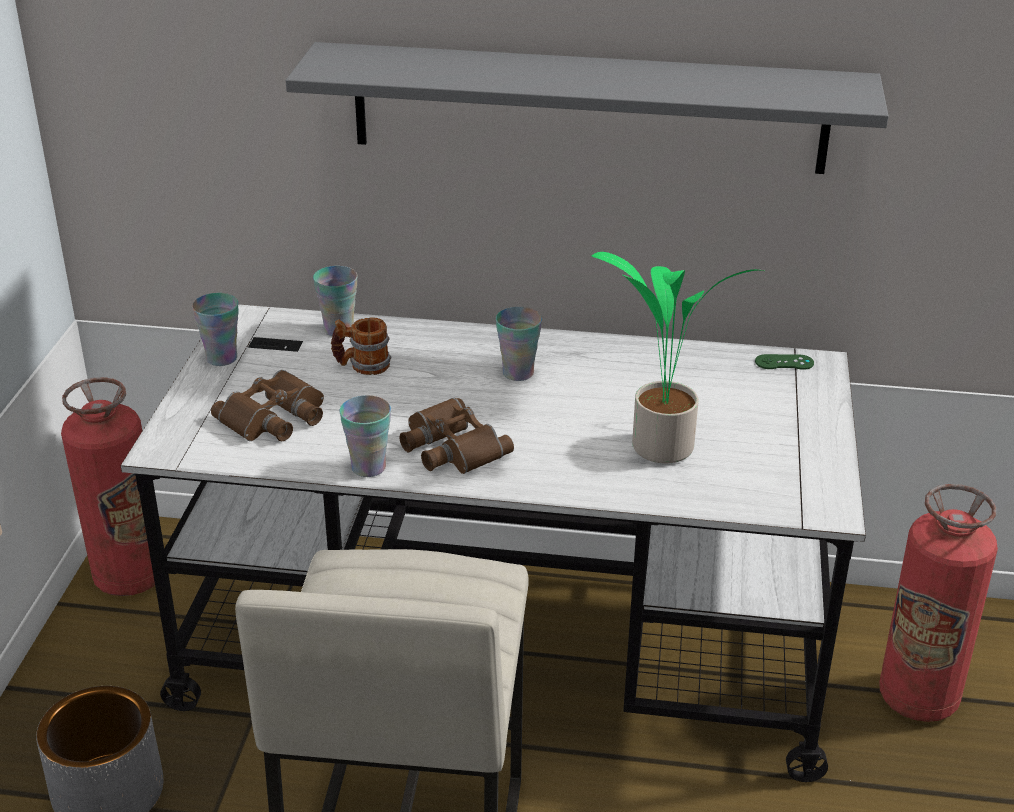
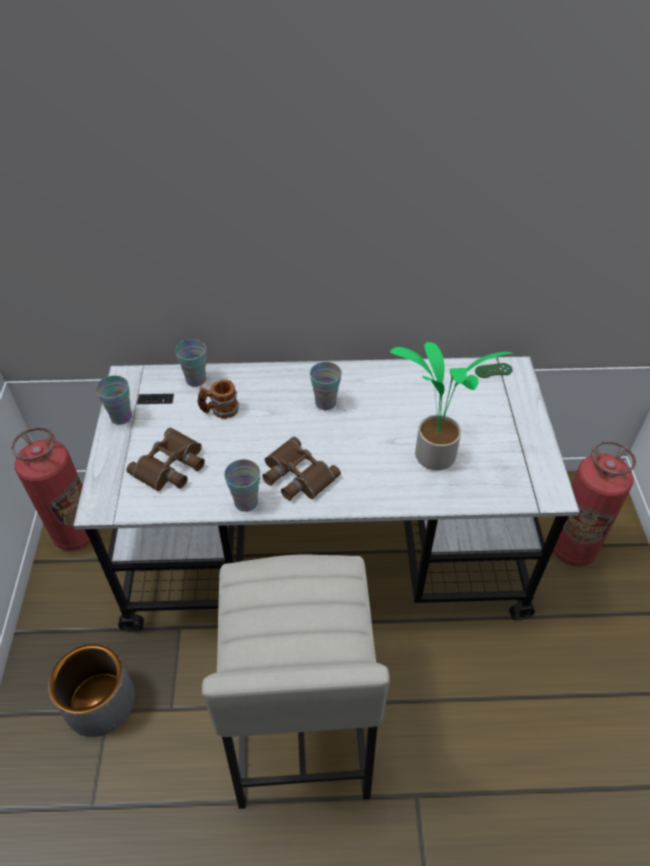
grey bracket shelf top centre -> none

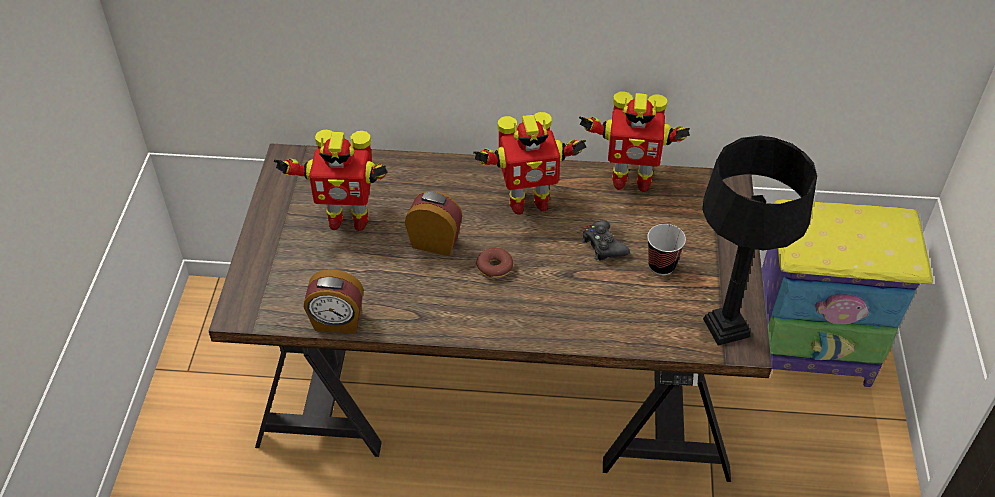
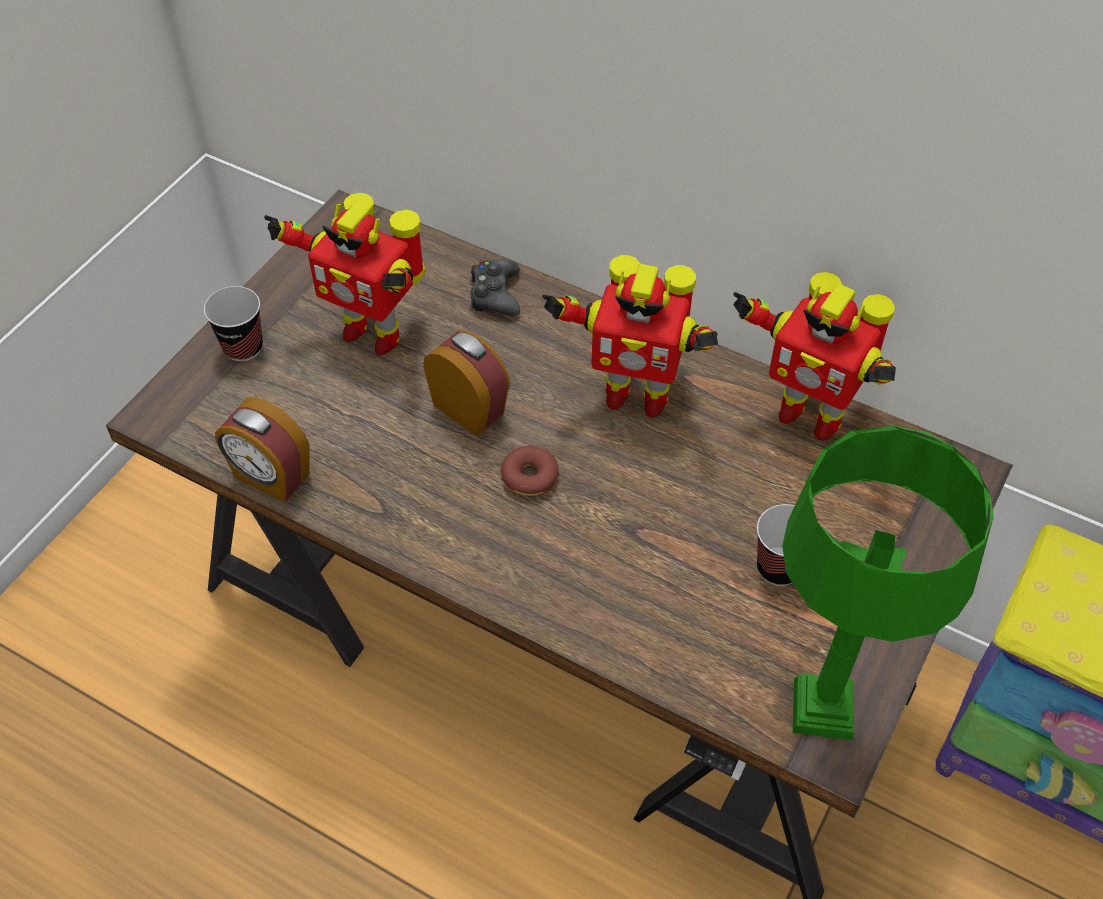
blackish lamp for a table middle right -> green lamp for a table middle right
blackish joypad centre -> blackish joypad top centre, shifted
none -> cup (no. 1 from left) middle left

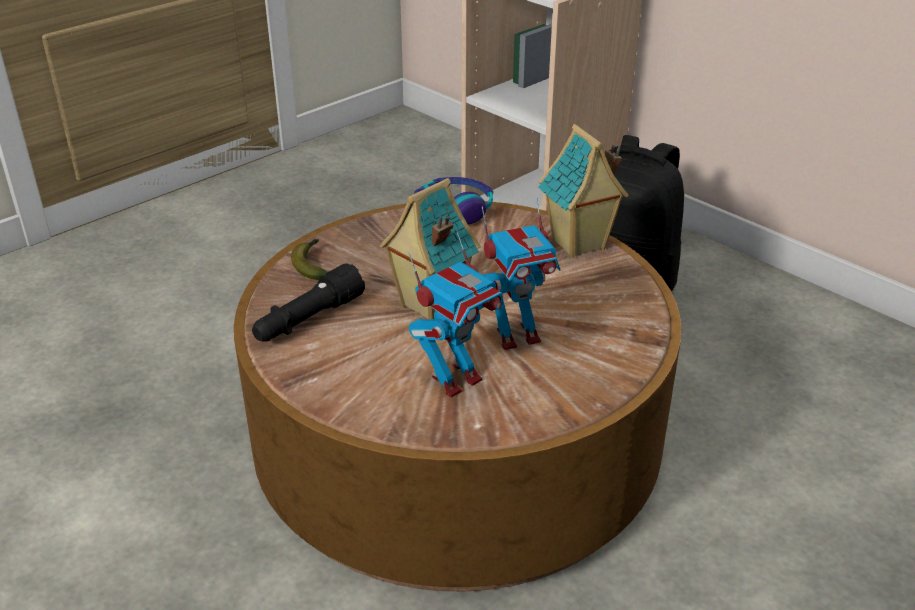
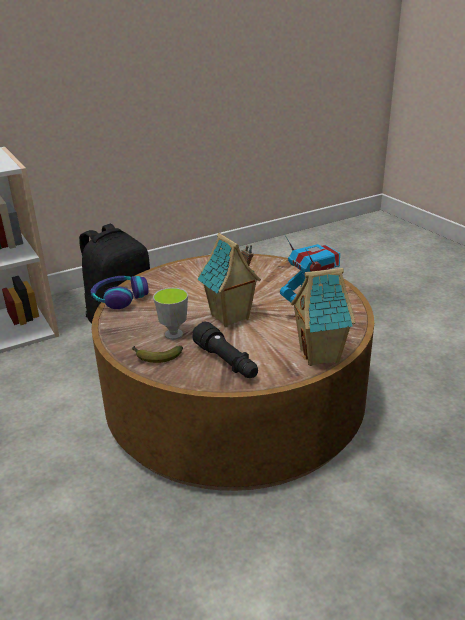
toy house (no. 2 from left) top centre -> toy house (no. 2 from left) middle right, shifted
toy robot (no. 2 from left) centre -> none
none -> cup centre

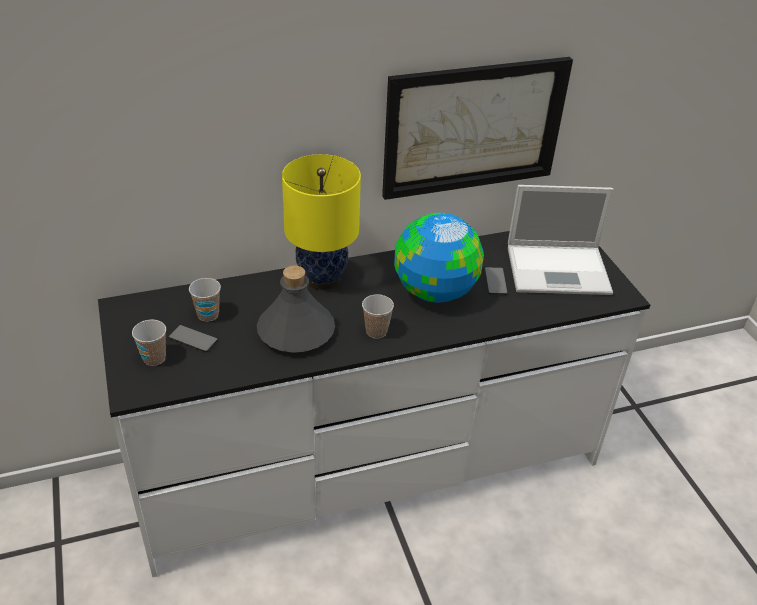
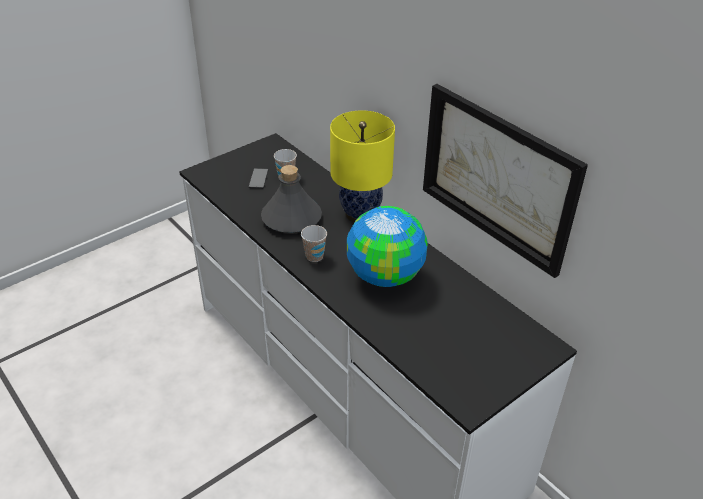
notebook computer middle right -> none
telephone (no. 2 from left) centre -> none
cup (no. 1 from left) middle left -> none

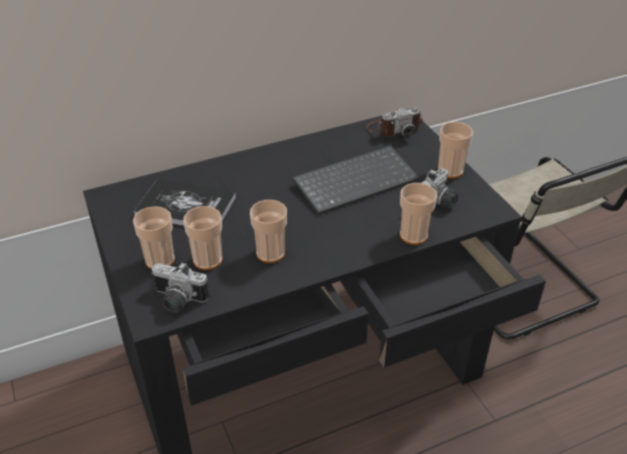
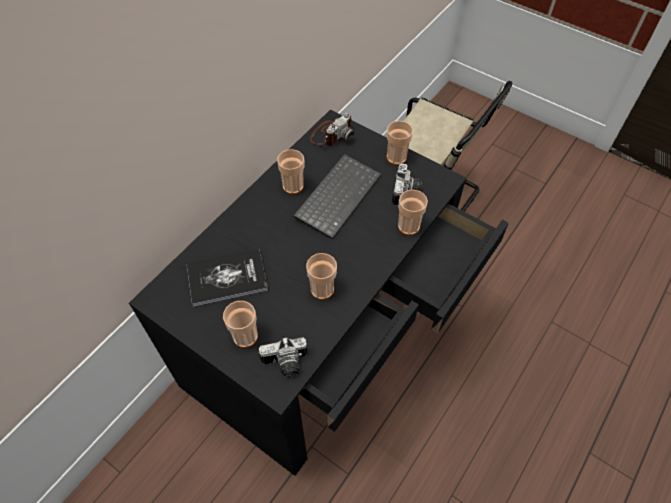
cup (no. 2 from left) middle left -> cup (no. 2 from left) centre, shifted

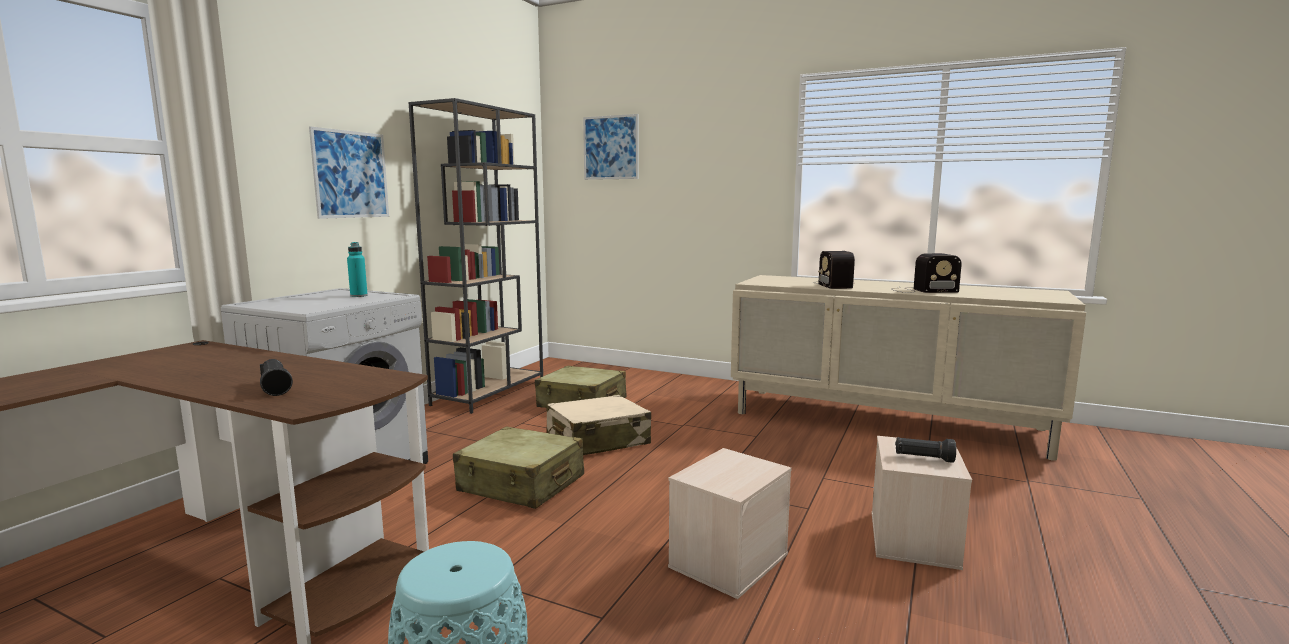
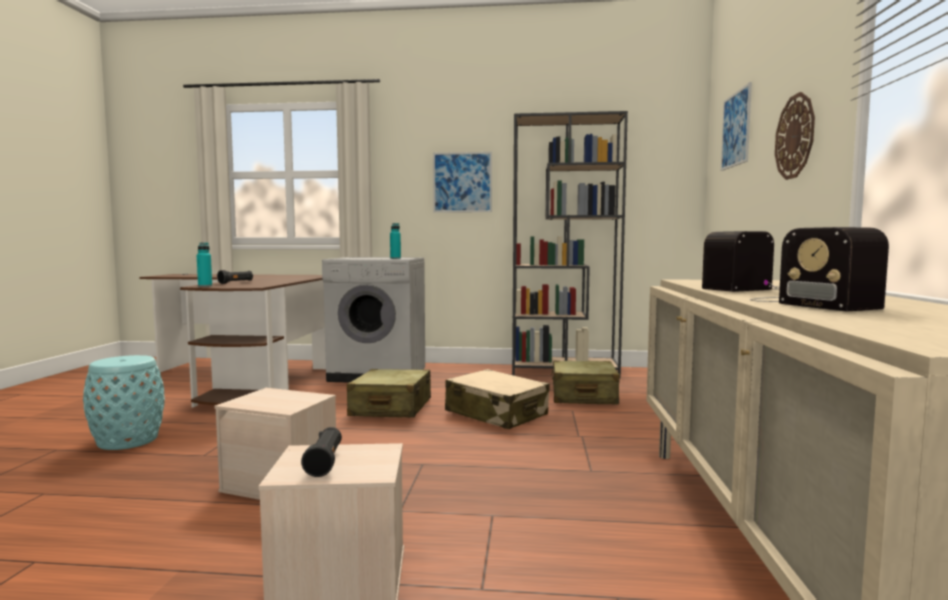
none -> wall clock top right
none -> turquoise drink bottle (no. 1 from left) middle left

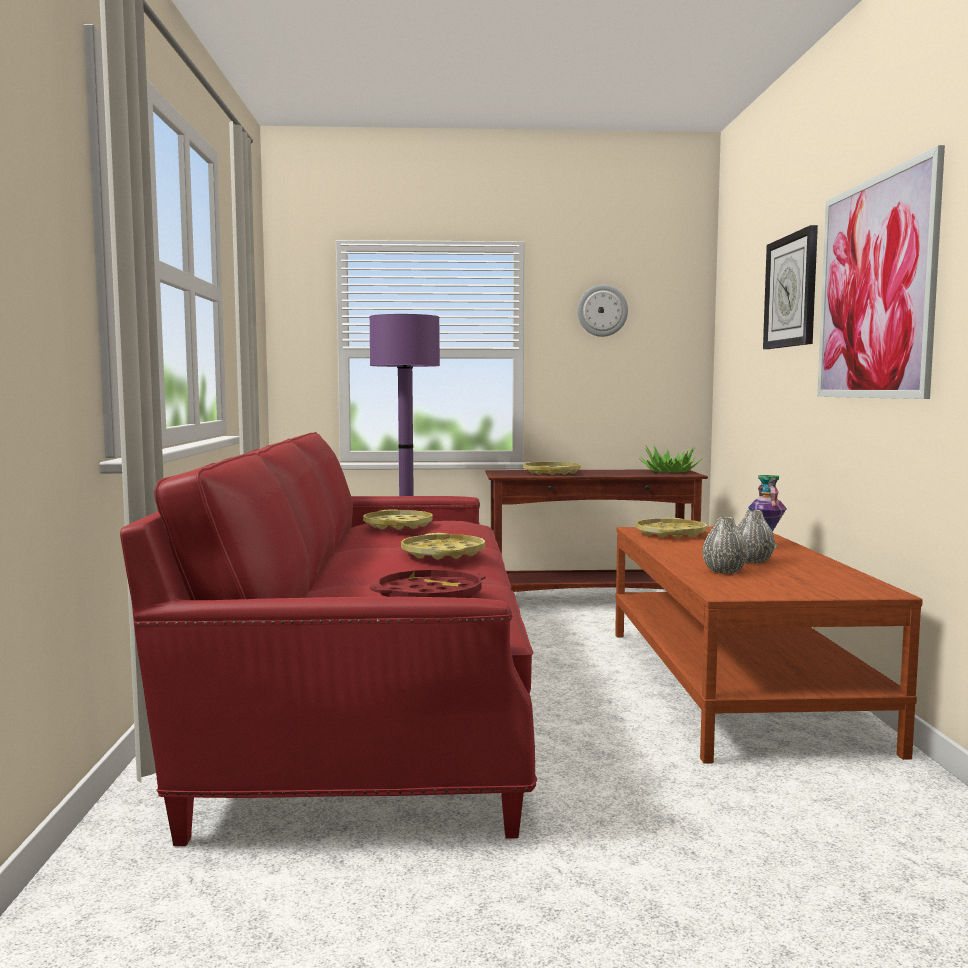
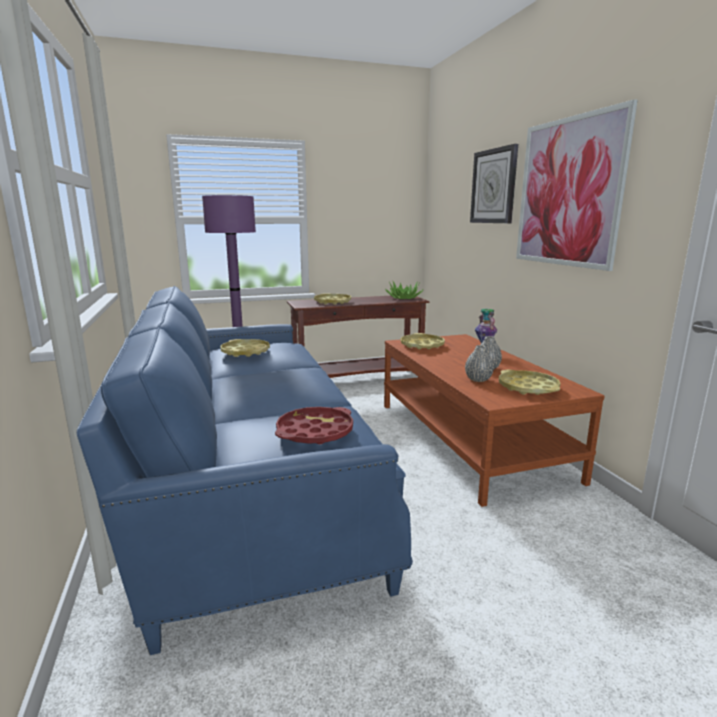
wall clock (no. 1 from left) top centre -> none
reddish settee centre -> blue-coloured settee centre
yellow-coloured tray (no. 2 from left in the first image) centre -> yellow-coloured tray (no. 4 from left) middle right, shifted

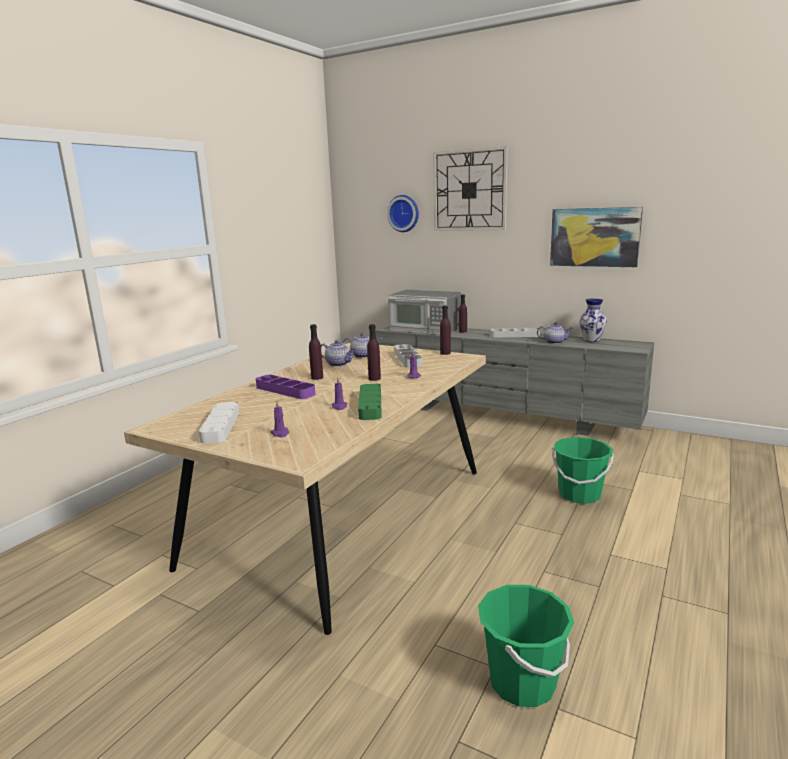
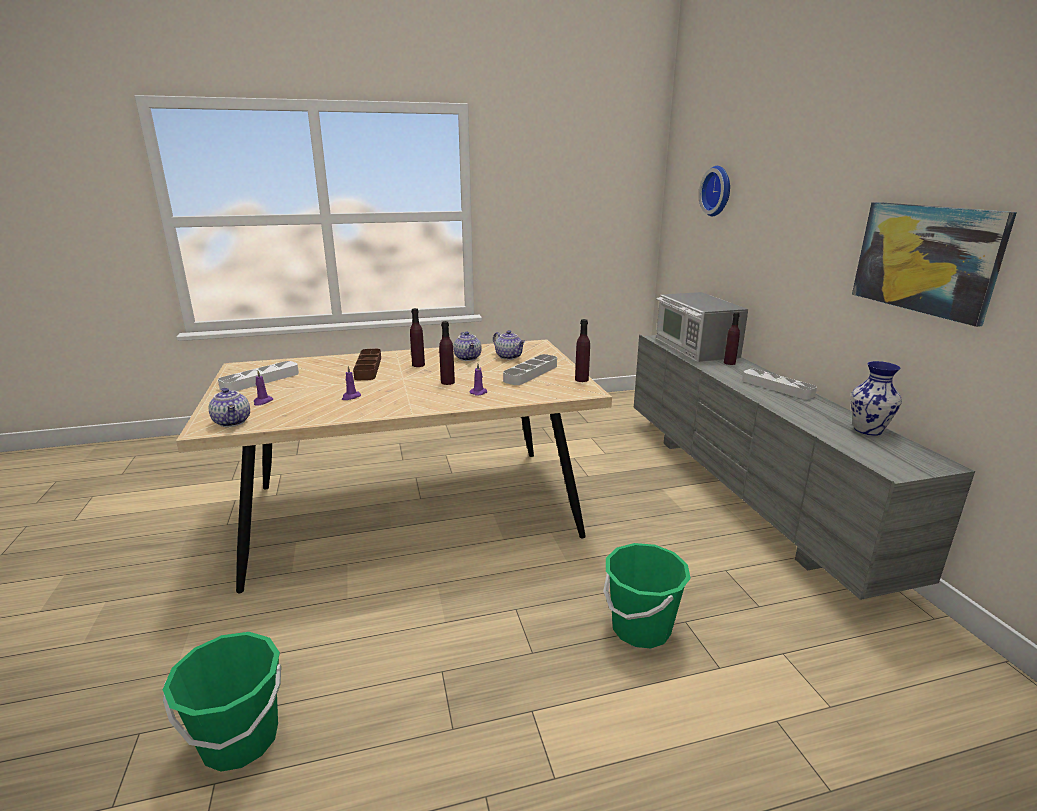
wall clock (no. 2 from left) top centre -> none
tea pot (no. 3 from left in the first image) middle right -> tea pot (no. 1 from left) middle left, shifted
purplish tray centre -> brownish tray centre
green tray centre -> none

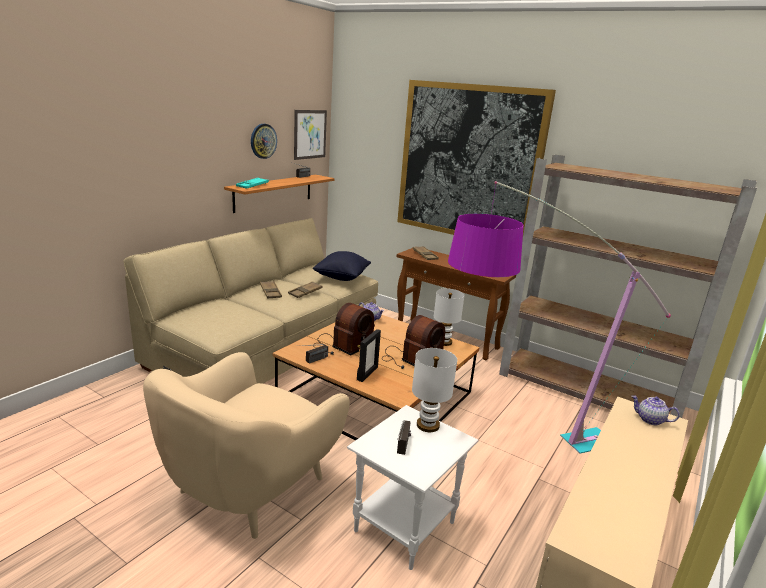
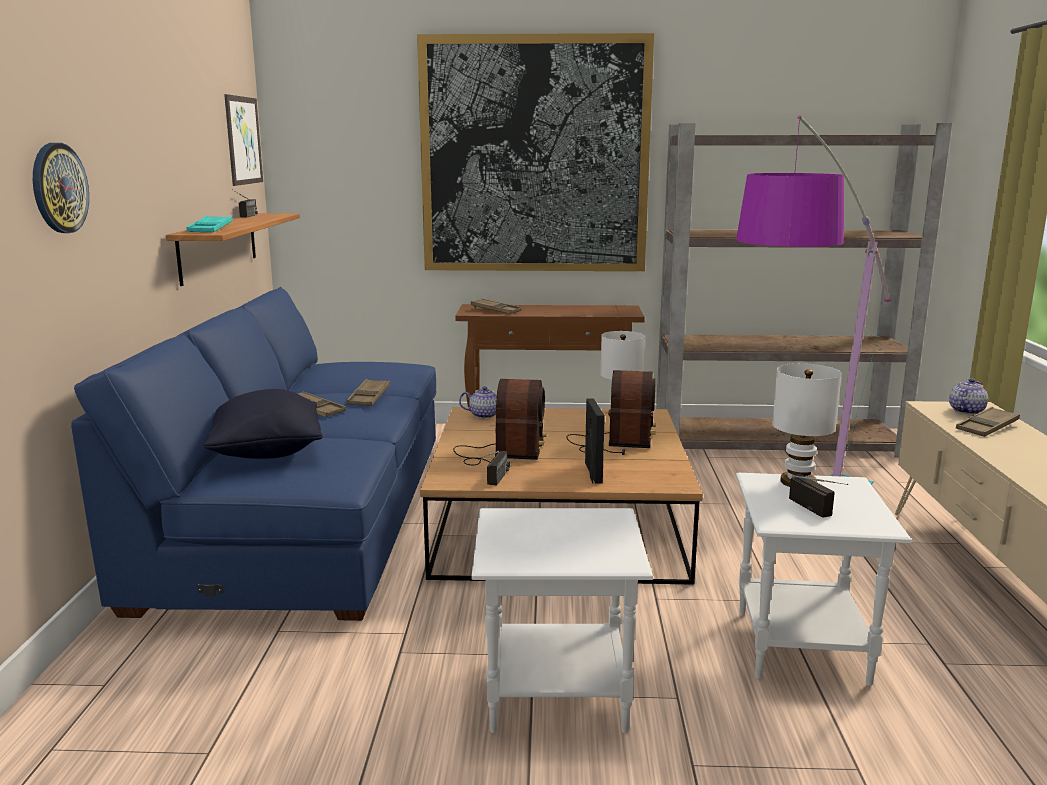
wall clock top centre -> wall clock top left, shifted
sand-coloured settee middle left -> blue-coloured settee middle left
blackish throw pillow centre -> blackish throw pillow middle left, shifted
sand-coloured armchair bottom left -> white accent table (no. 1 from left) bottom centre
tea pot (no. 2 from left) bottom right -> tea pot (no. 2 from left) middle right, 135 degrees clockwise
none -> brownish tray (no. 4 from left) middle right

